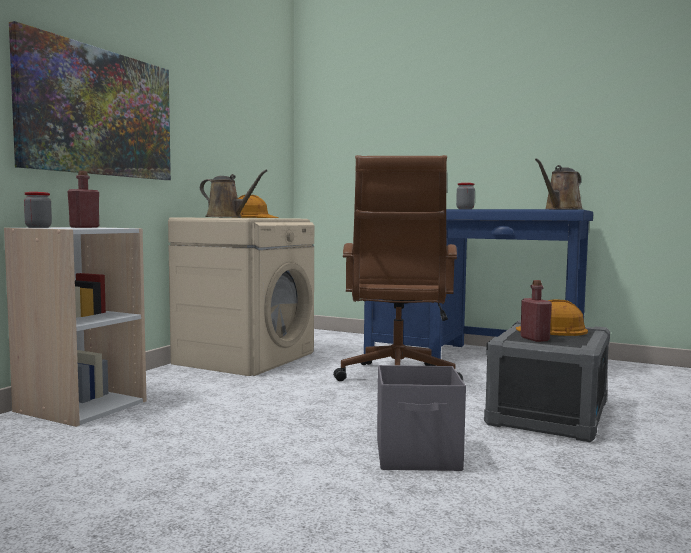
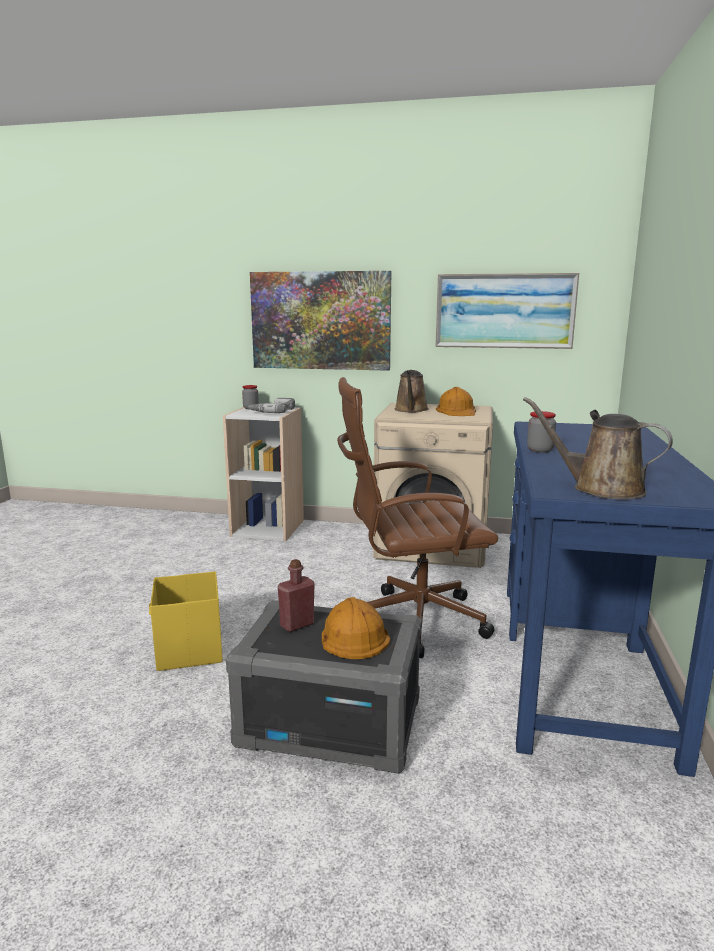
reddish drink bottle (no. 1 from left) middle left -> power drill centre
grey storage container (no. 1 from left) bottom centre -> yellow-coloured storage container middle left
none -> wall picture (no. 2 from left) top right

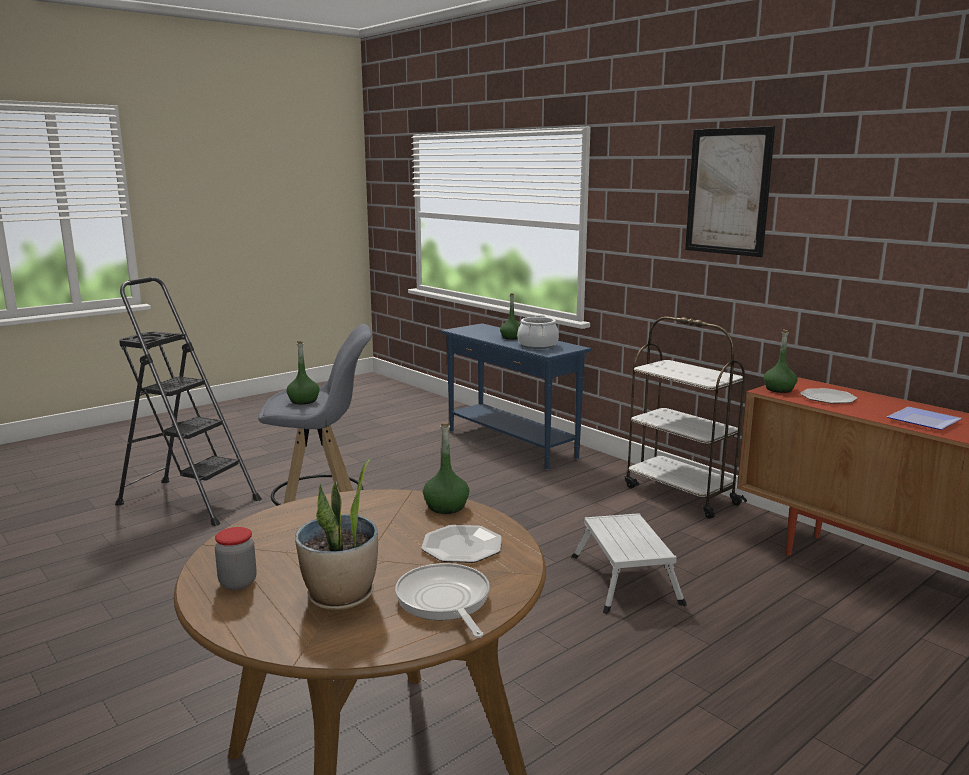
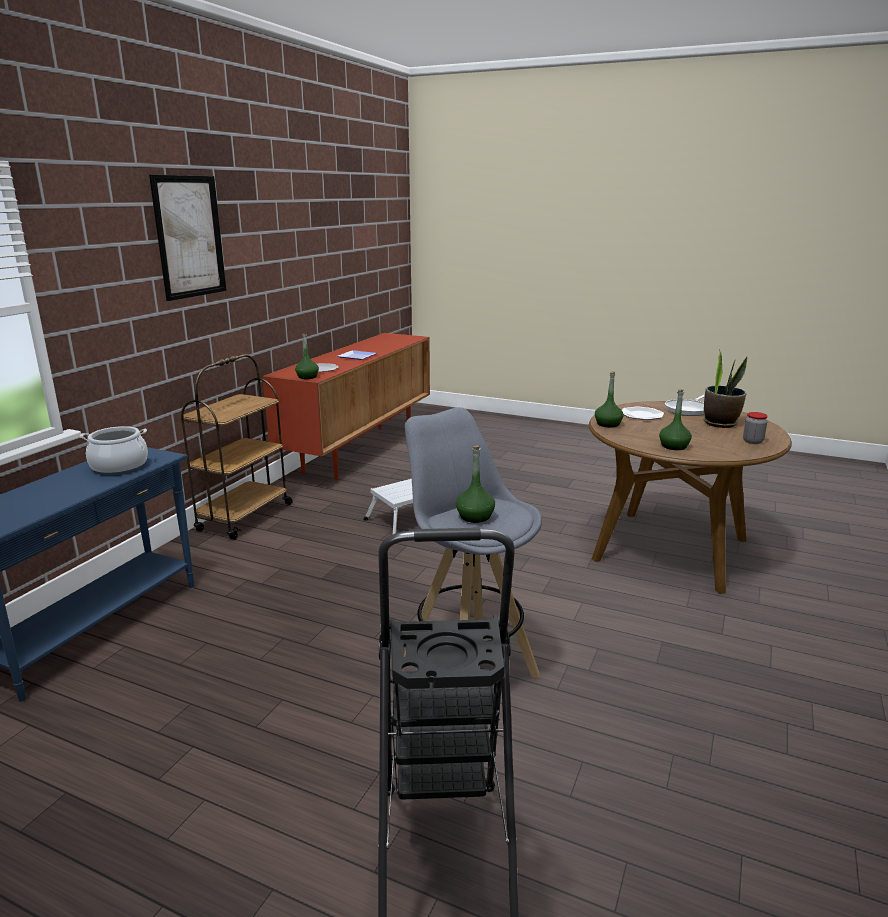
green drink bottle (no. 3 from left in the first image) centre -> green drink bottle (no. 4 from left) middle right, shifted
white wheeled cart middle right -> brownish wheeled cart middle left

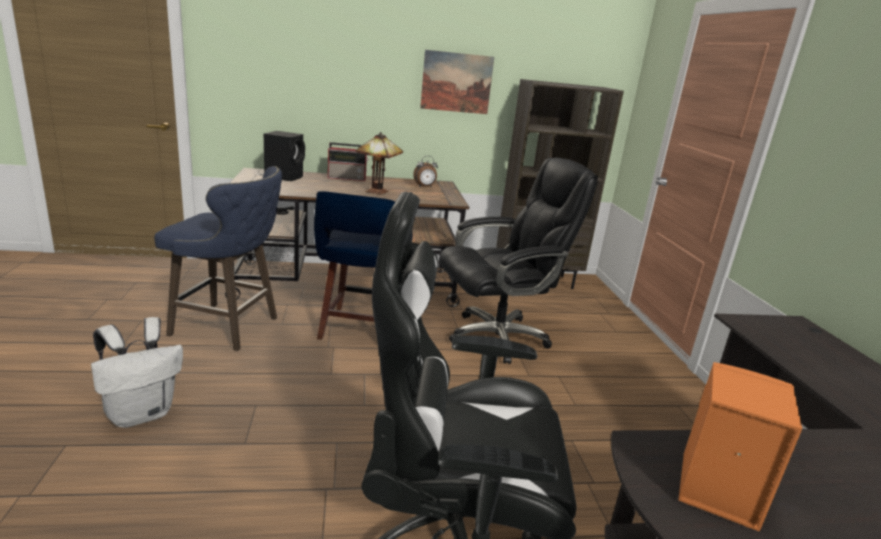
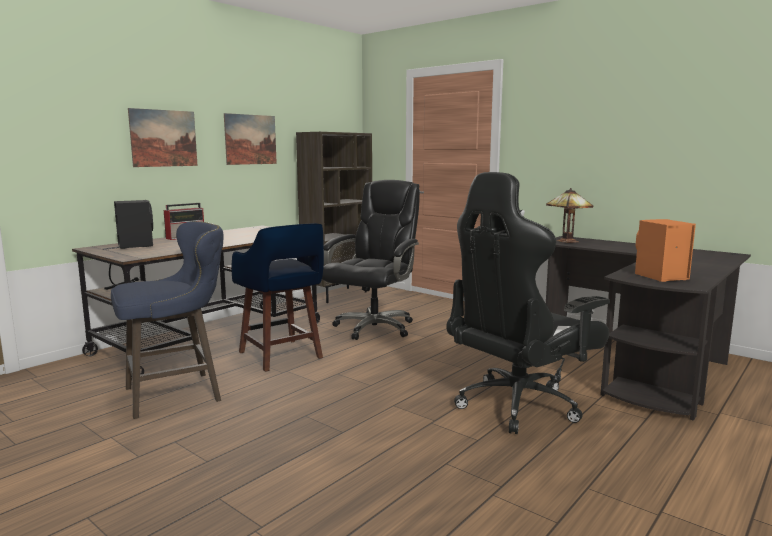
lamp for a table top centre -> lamp for a table middle right, shifted
table clock top centre -> none
white rucksack bottom left -> none
none -> wall picture (no. 1 from left) top left

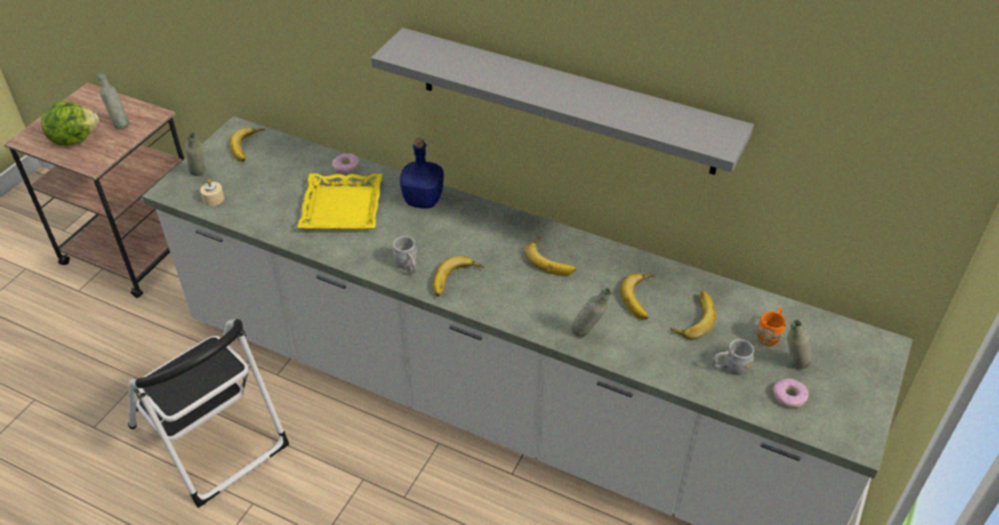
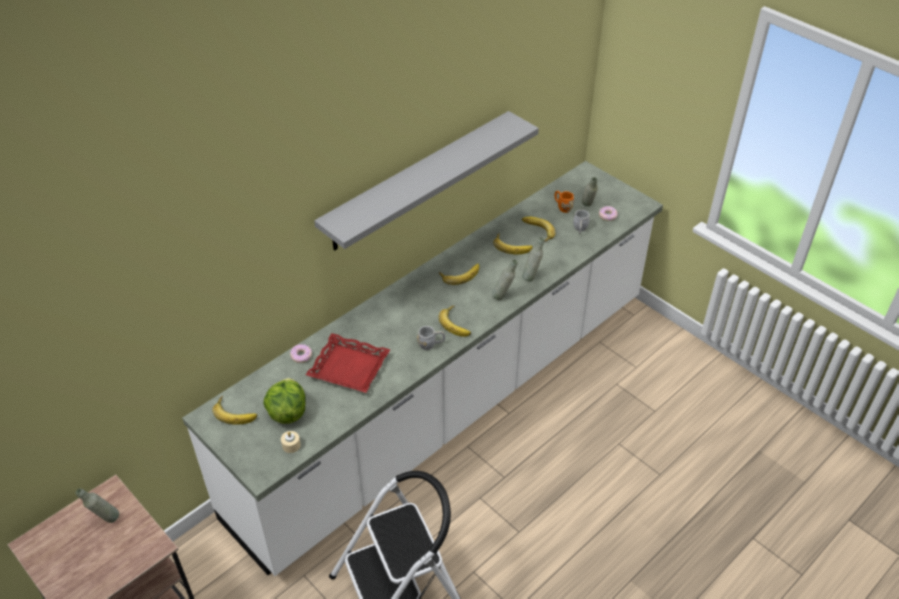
lettuce top left -> lettuce bottom left, shifted
grey drink bottle (no. 2 from left) top left -> grey drink bottle (no. 2 from left) centre, shifted
blue-coloured drink bottle top centre -> none
yellow-coloured tray centre -> reddish tray centre

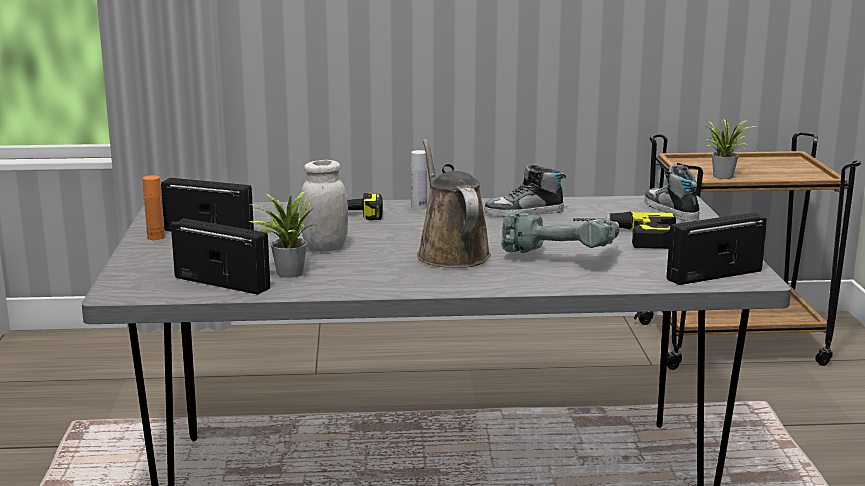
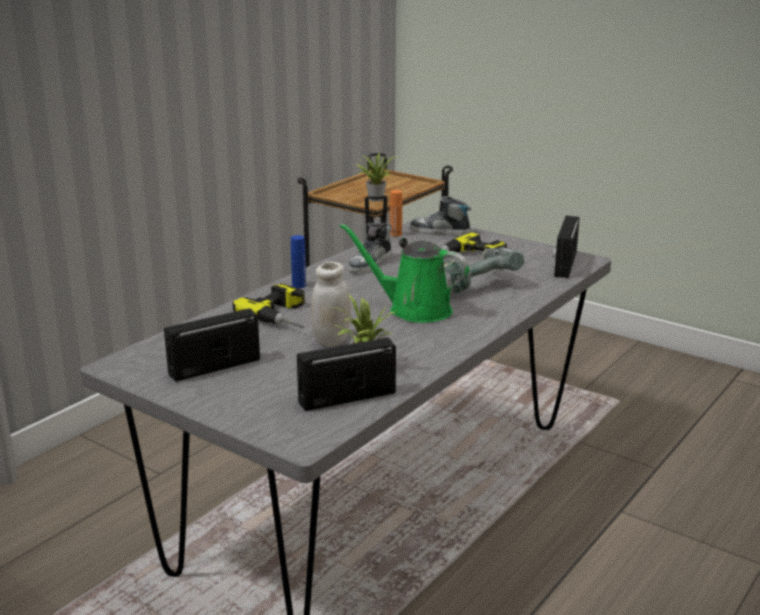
brownish watering pot centre -> green watering pot centre
white drink bottle centre -> blue-coloured drink bottle centre
orange-coloured drink bottle middle left -> orange-coloured drink bottle centre, shifted

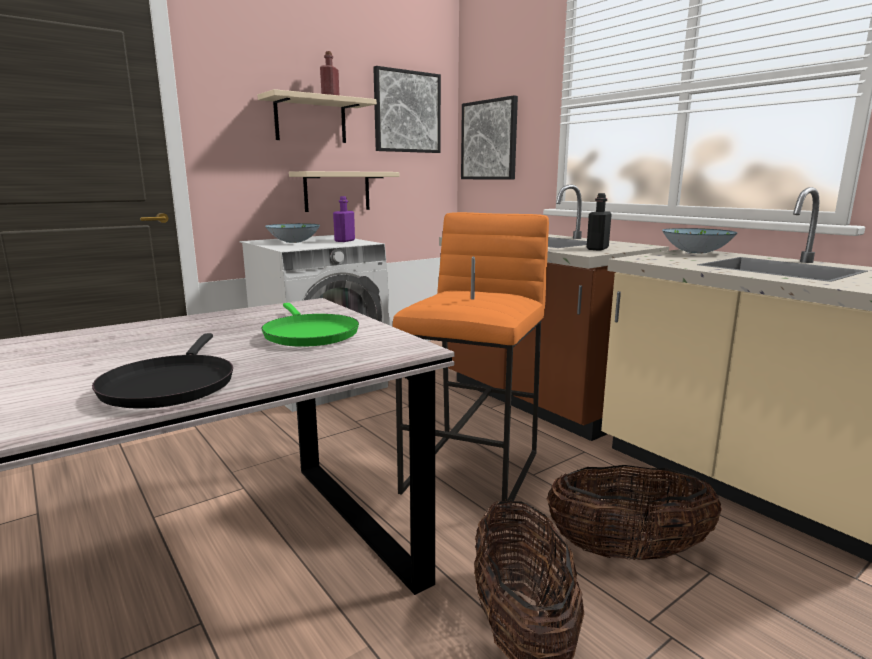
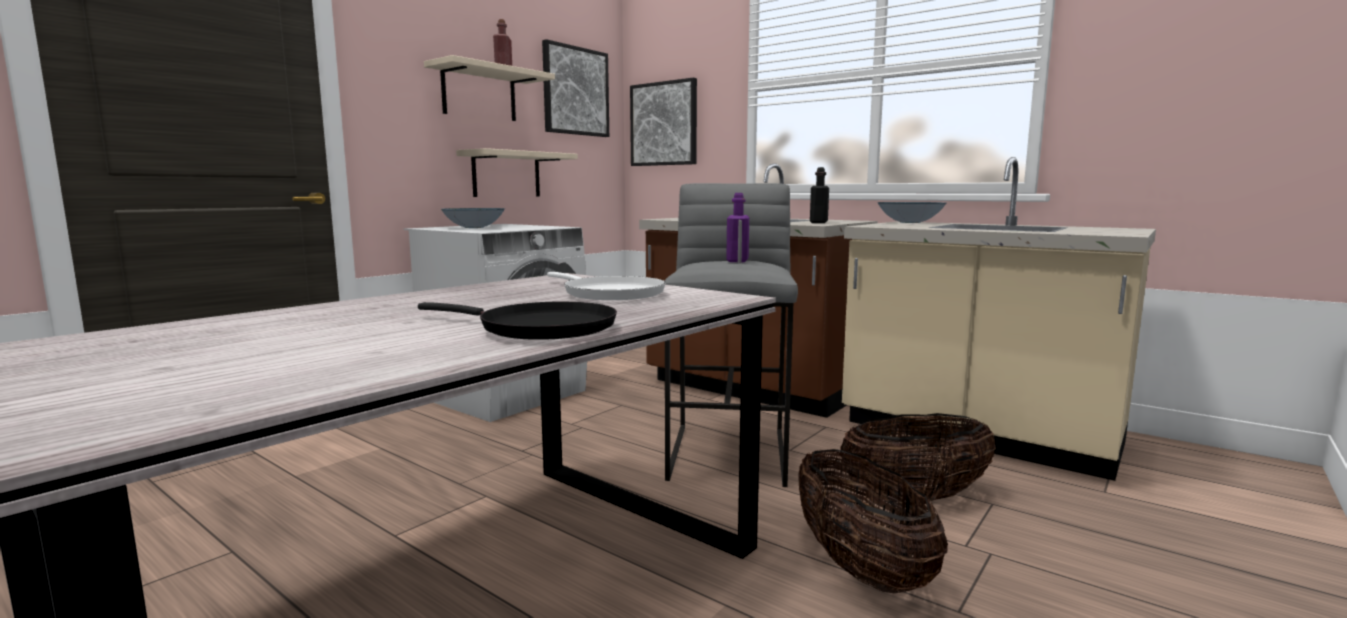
purplish drink bottle top centre -> purplish drink bottle centre, shifted
orange-coloured sitting stool centre -> grey sitting stool centre
green skillet centre -> white skillet centre
blackish skillet middle left -> blackish skillet centre, 45 degrees counterclockwise

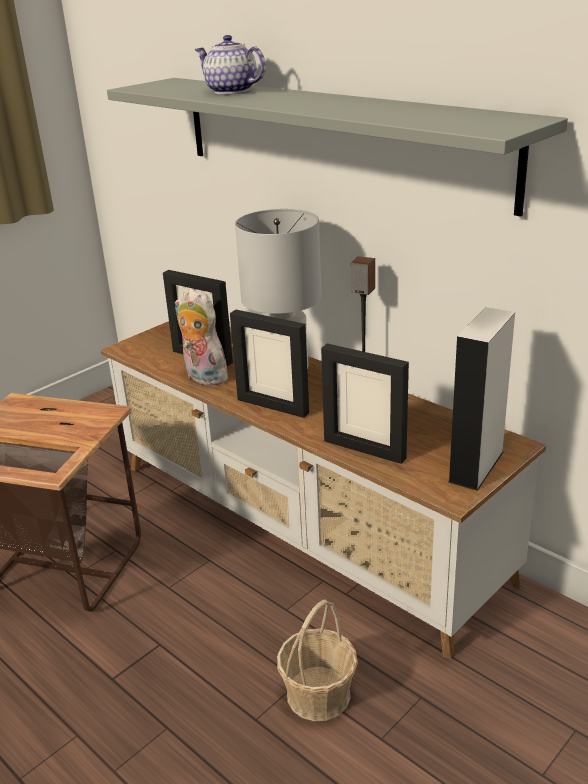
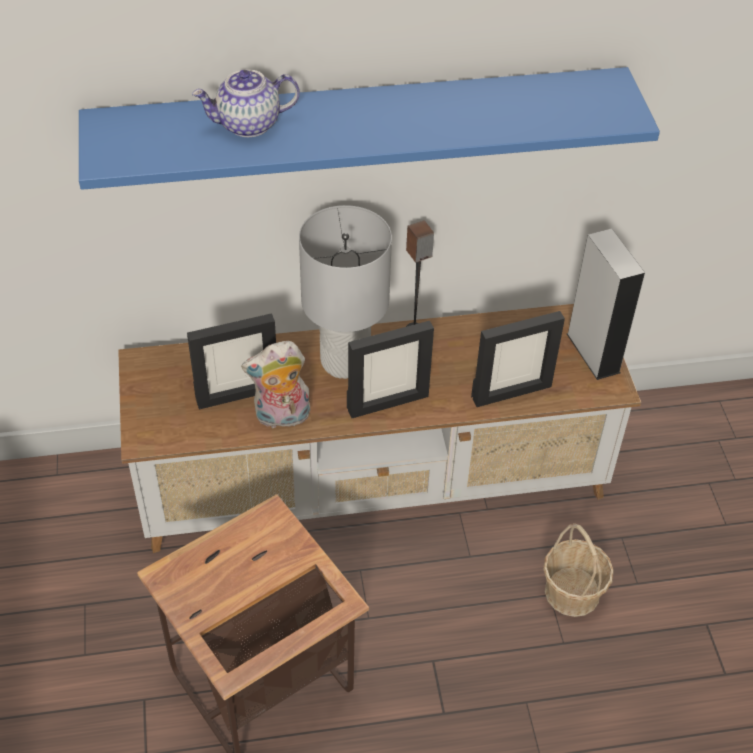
grey bracket shelf top centre -> blue-coloured bracket shelf top centre

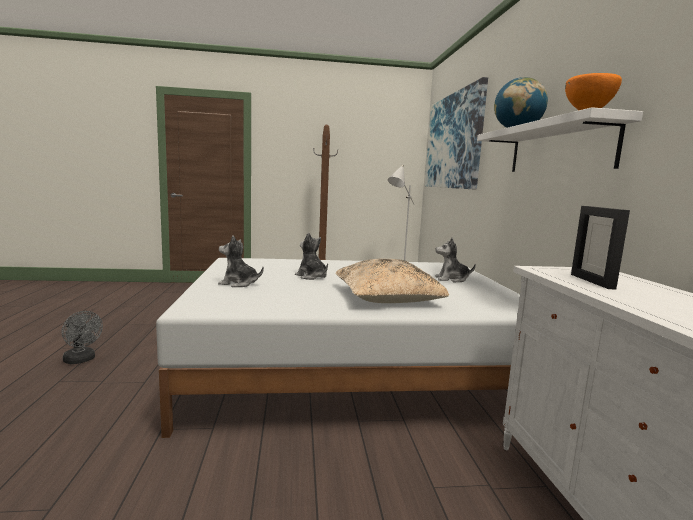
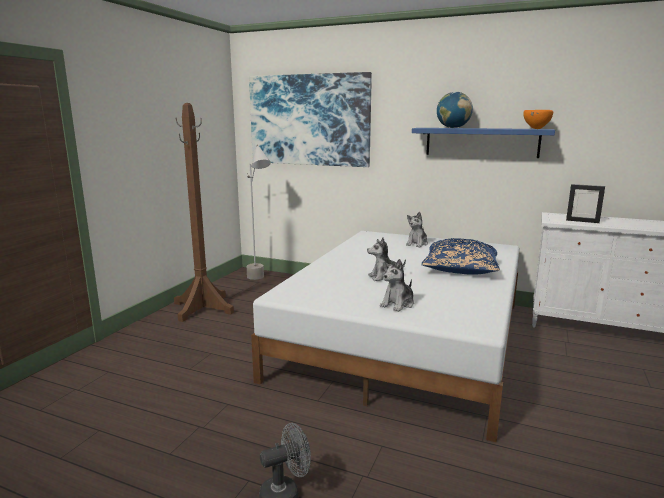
white bracket shelf top right -> blue-coloured bracket shelf top right
sand-coloured throw pillow centre -> blue-coloured throw pillow middle right

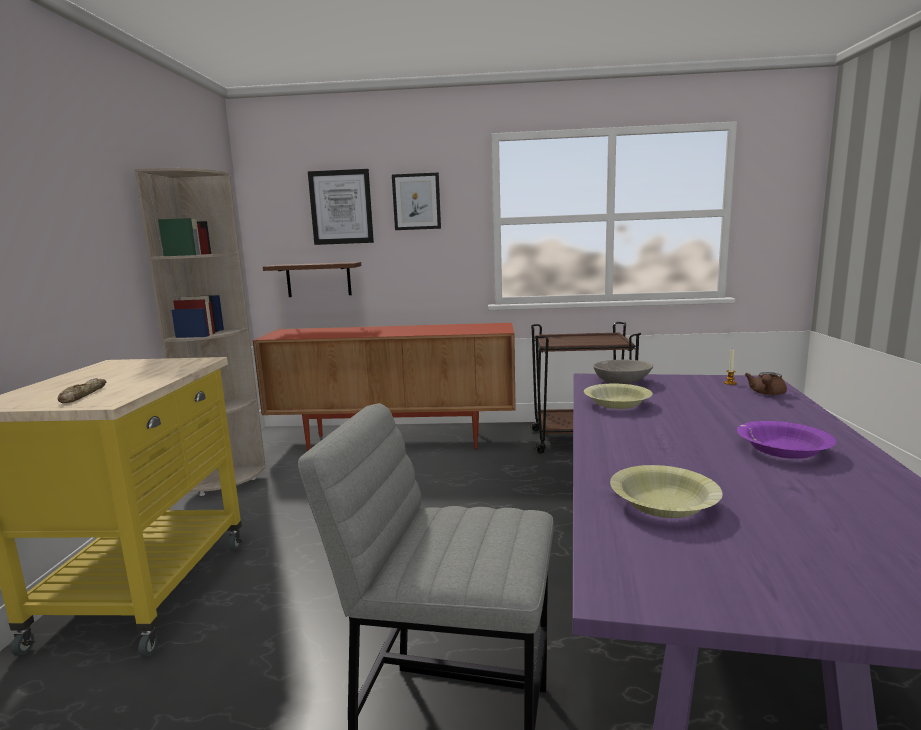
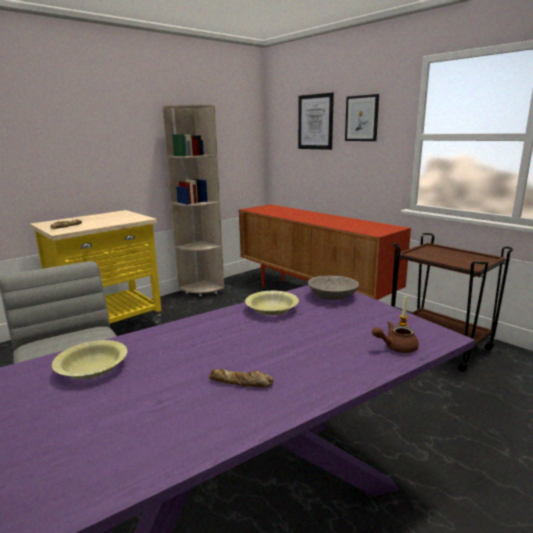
brownish bracket shelf centre -> none
purplish deep dish middle right -> bread (no. 2 from left) bottom centre

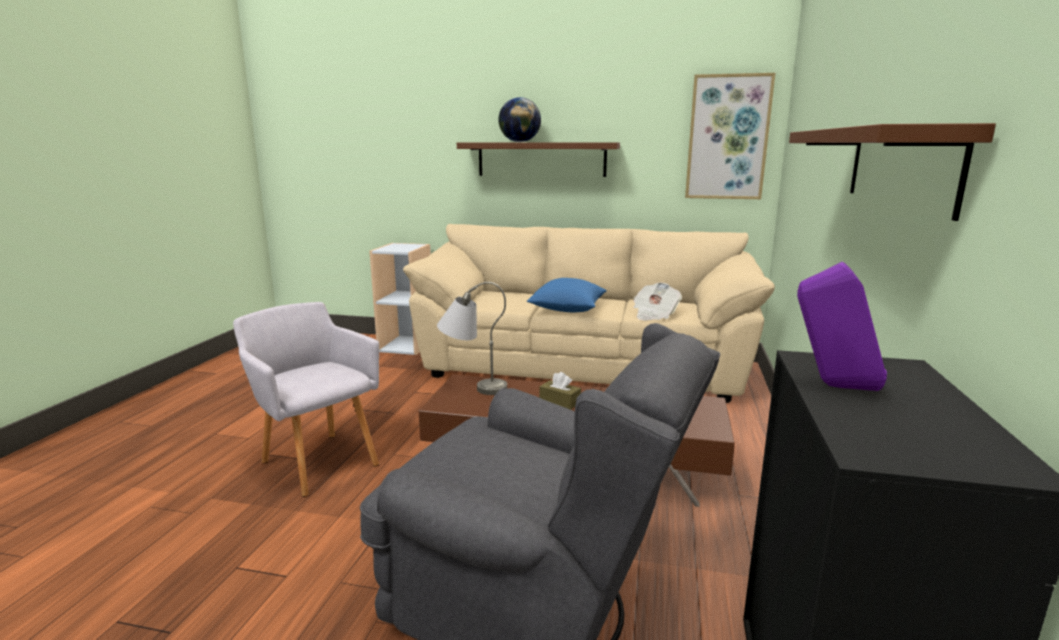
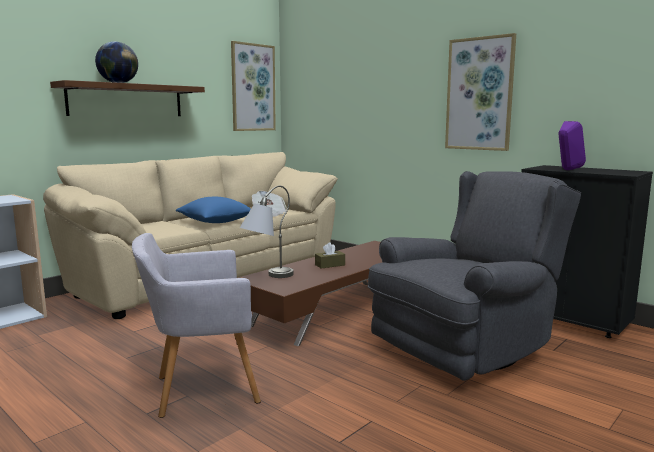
brownish bracket shelf (no. 2 from left) top right -> wall picture (no. 2 from left) top right

